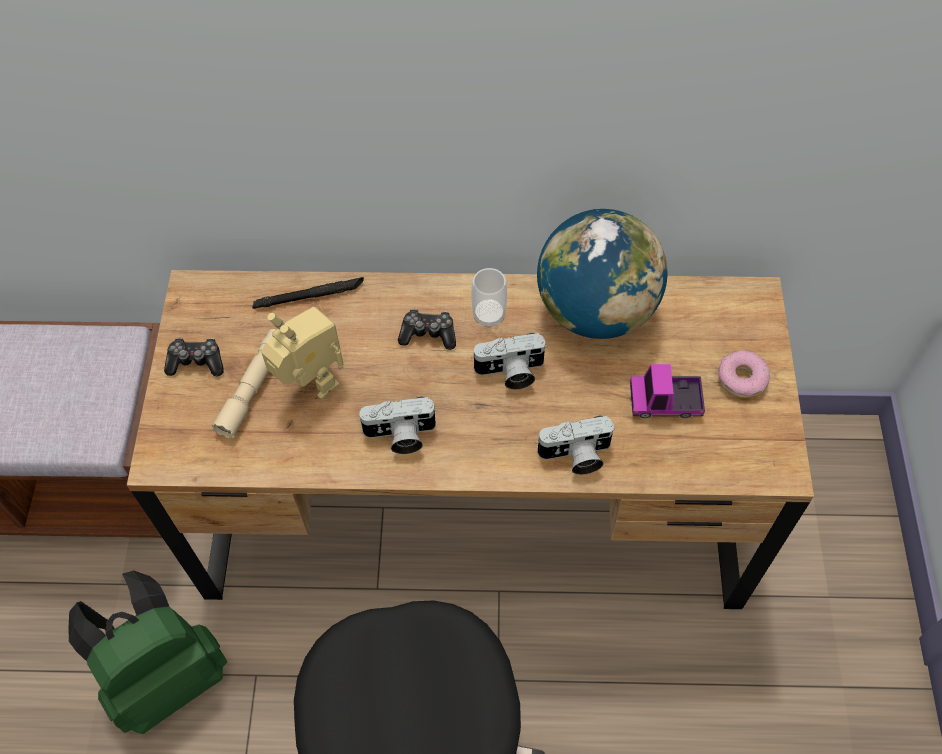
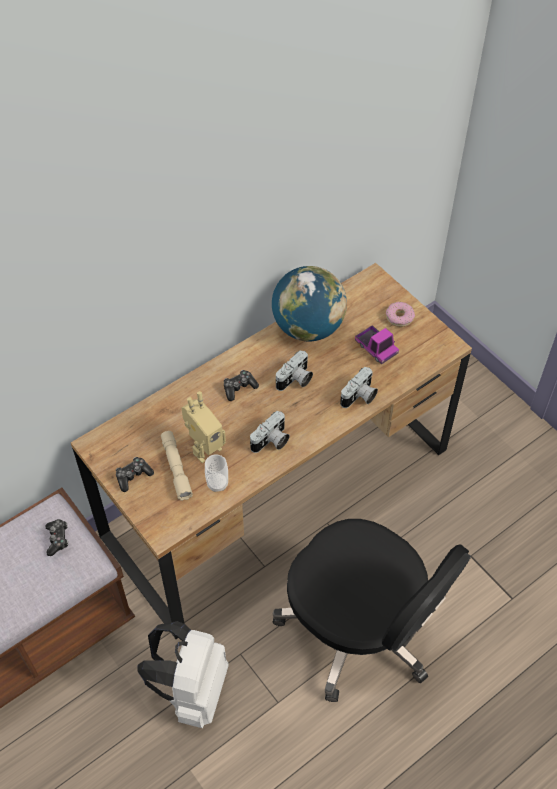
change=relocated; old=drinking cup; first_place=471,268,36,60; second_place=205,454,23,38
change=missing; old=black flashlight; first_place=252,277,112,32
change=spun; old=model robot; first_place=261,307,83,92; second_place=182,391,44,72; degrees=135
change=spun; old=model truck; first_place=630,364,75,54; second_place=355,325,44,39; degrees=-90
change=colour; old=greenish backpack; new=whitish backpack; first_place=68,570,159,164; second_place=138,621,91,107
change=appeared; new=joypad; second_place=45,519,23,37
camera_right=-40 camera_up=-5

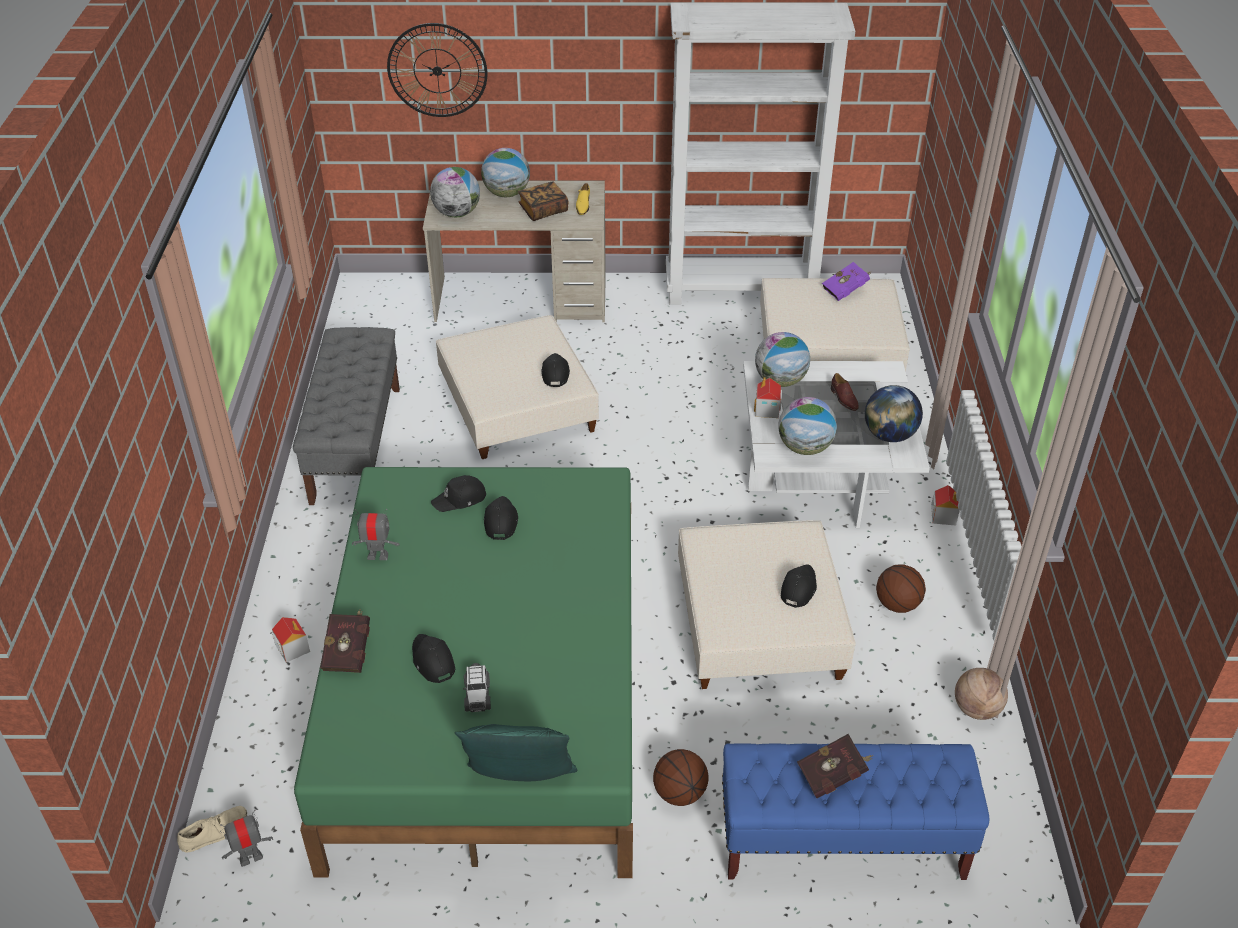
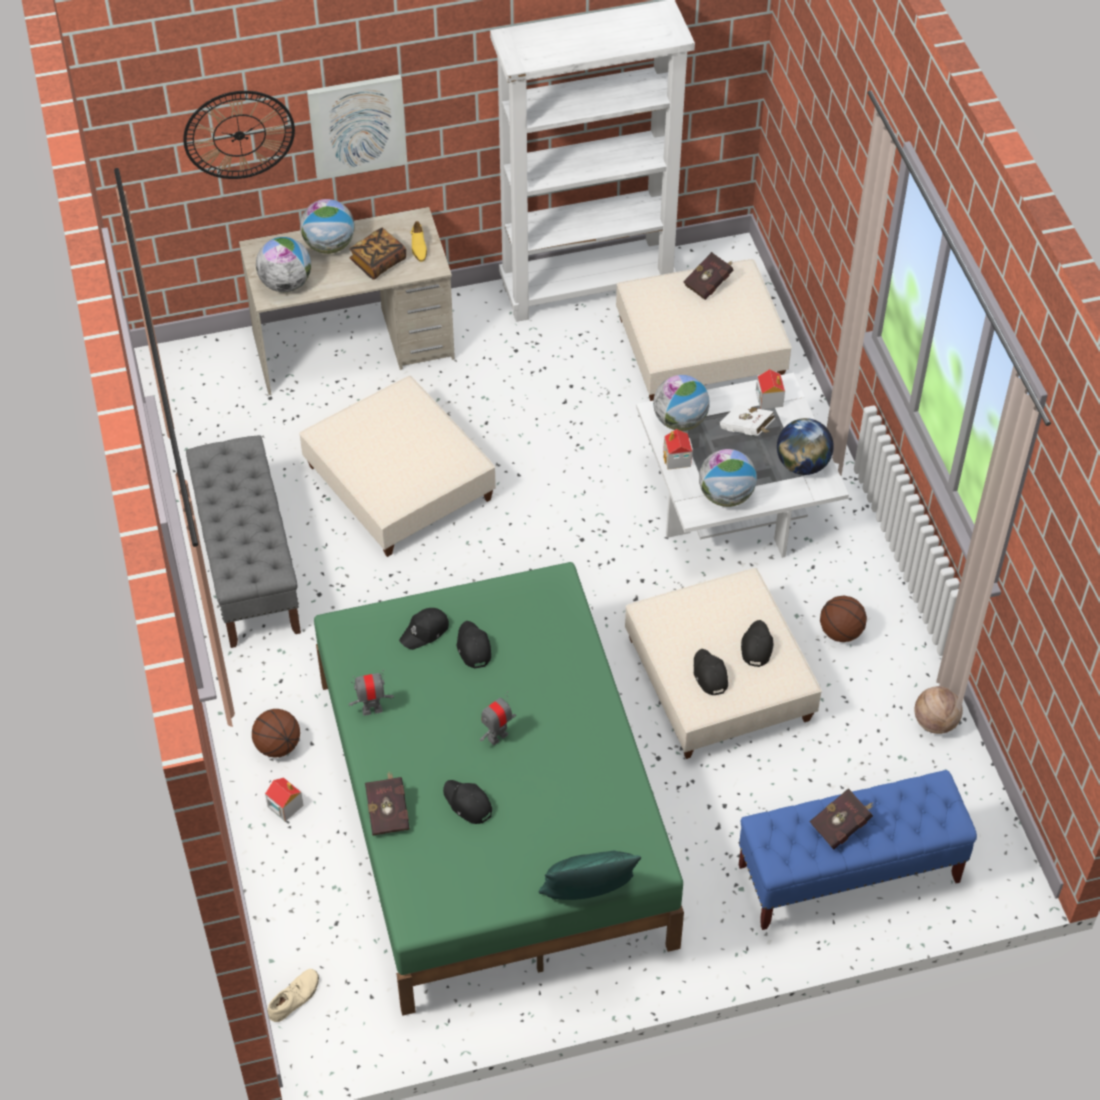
change=colour; old=purple bound book; new=red bound book; first_place=822,262,49,39; second_place=683,252,50,48
change=relocated; old=black peaked cap; first_place=541,353,29,34; second_place=694,649,34,46
change=exchanged; old=brownish low shoe; new=whitish bound book; first_place=831,373,28,38; second_place=720,405,55,31
change=relocated; old=toy house; first_place=931,485,29,41; second_place=756,369,29,40
change=missing; old=miniature car; first_place=463,663,28,49
change=relocated; old=basketball ball; first_place=653,749,56,57; second_place=252,709,48,48
change=relocated; old=model robot; first_place=221,810,52,57; second_place=480,691,36,54
change=appeared; new=wall picture; second_place=307,75,100,105
camera_right=-15 camera_up=10

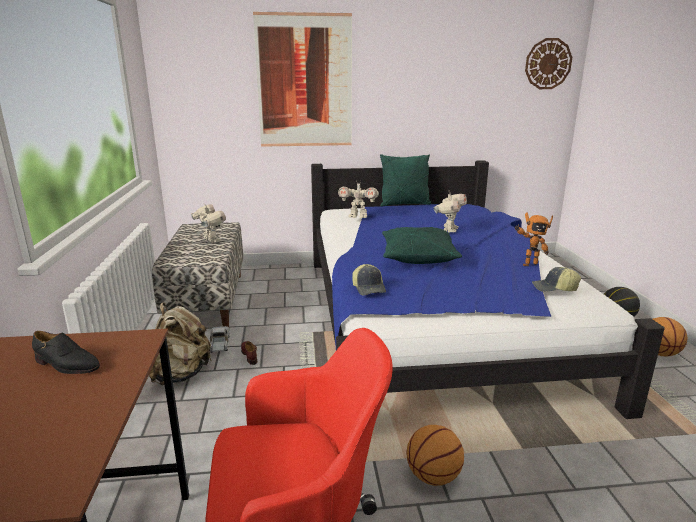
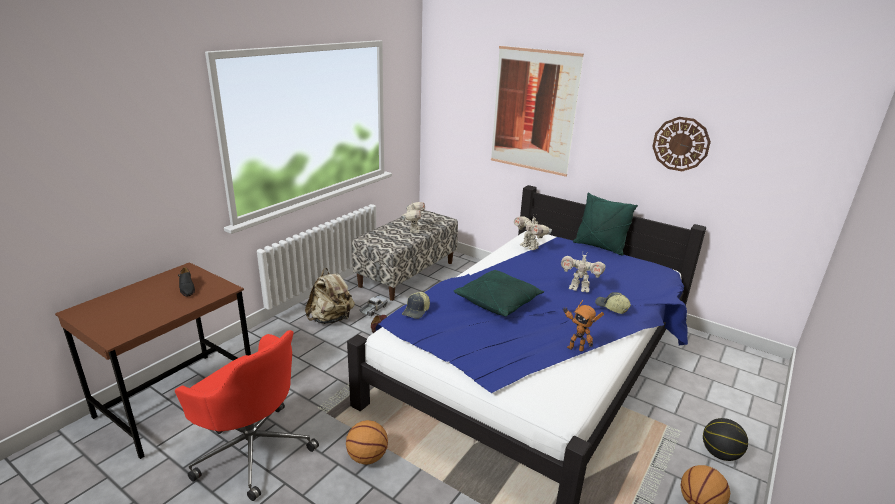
change=relocated; old=wall clock; first_place=525,38,47,51; second_place=652,117,59,54
change=spun; old=model robot; first_place=433,190,34,42; second_place=561,254,45,38; degrees=45
change=relocated; old=peaked cap; first_place=532,267,49,25; second_place=595,292,36,22
camera_right=40 camera_up=5

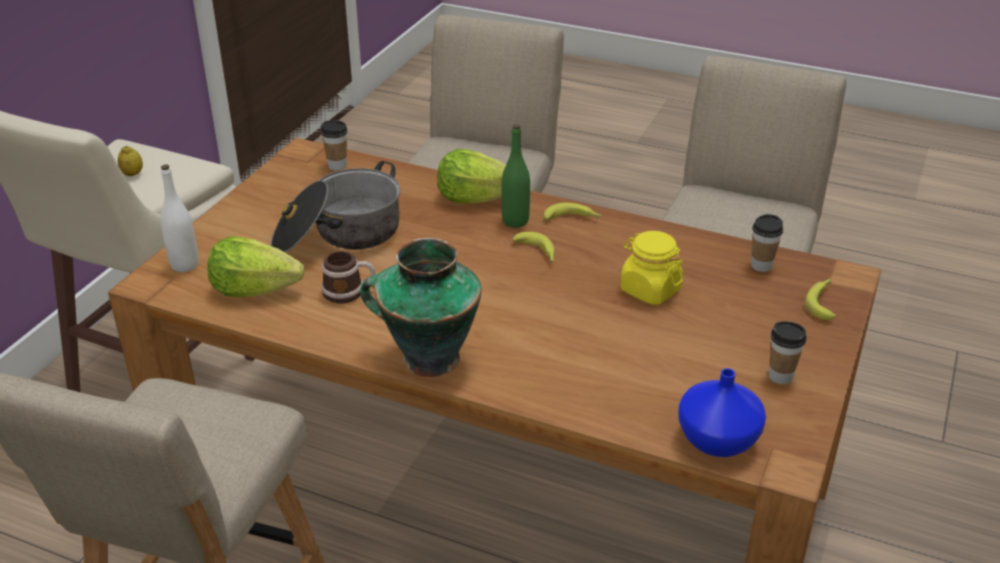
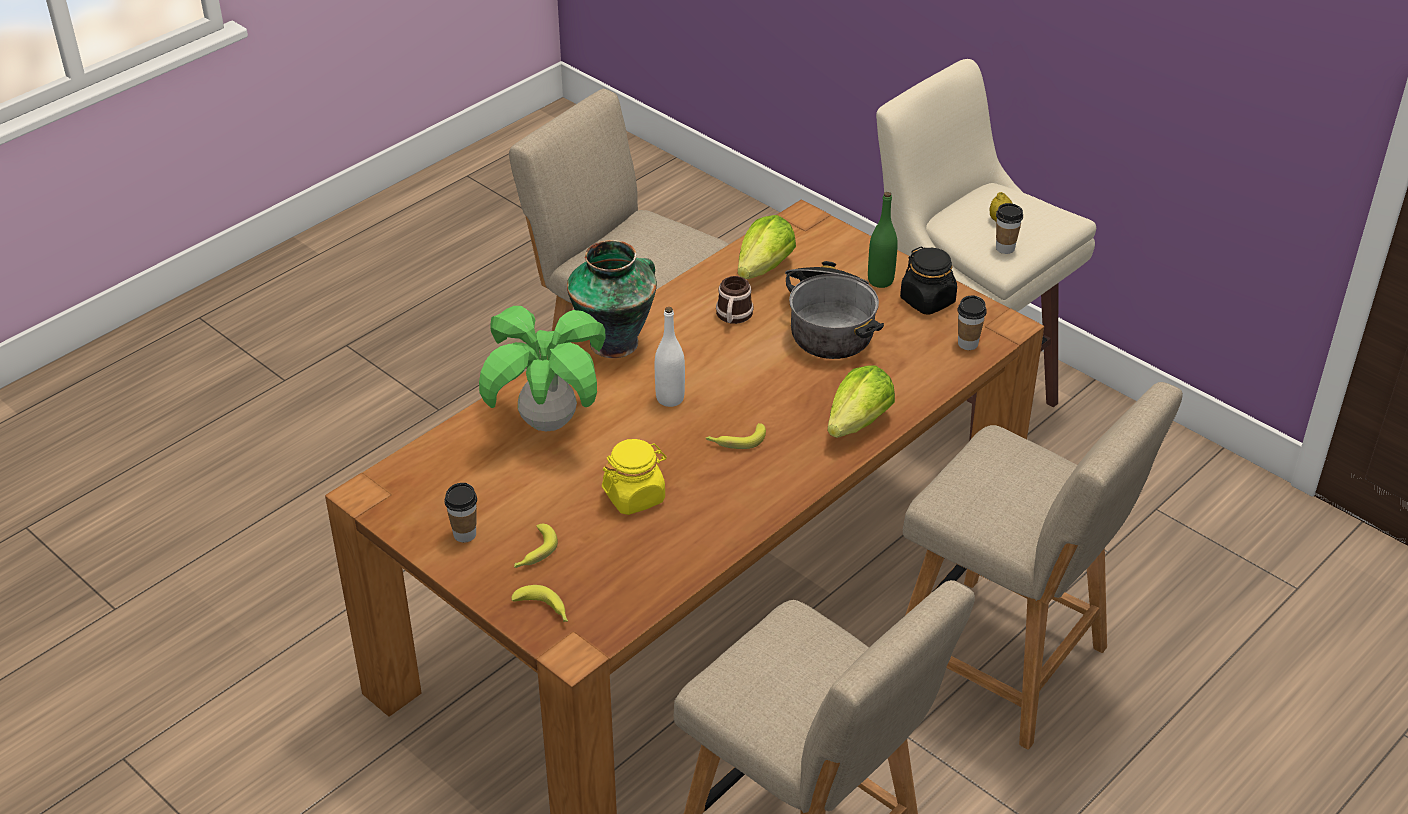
change=relocated; old=greenish drink bottle; first_place=501,124,29,104; second_place=868,192,30,96
change=relocated; old=whitish drink bottle; first_place=161,164,38,108; second_place=655,307,30,100
change=relocated; old=banana; first_place=544,203,58,17; second_place=514,524,44,44
change=relocated; old=drinking cup; first_place=751,214,32,58; second_place=996,203,27,51
change=missing; old=blue-coloured flower vase; first_place=678,368,88,89
change=appeared; new=black jar; second_place=900,246,57,69
change=appeared; new=potted plant; second_place=479,306,127,125
camera_right=110 camera_up=5

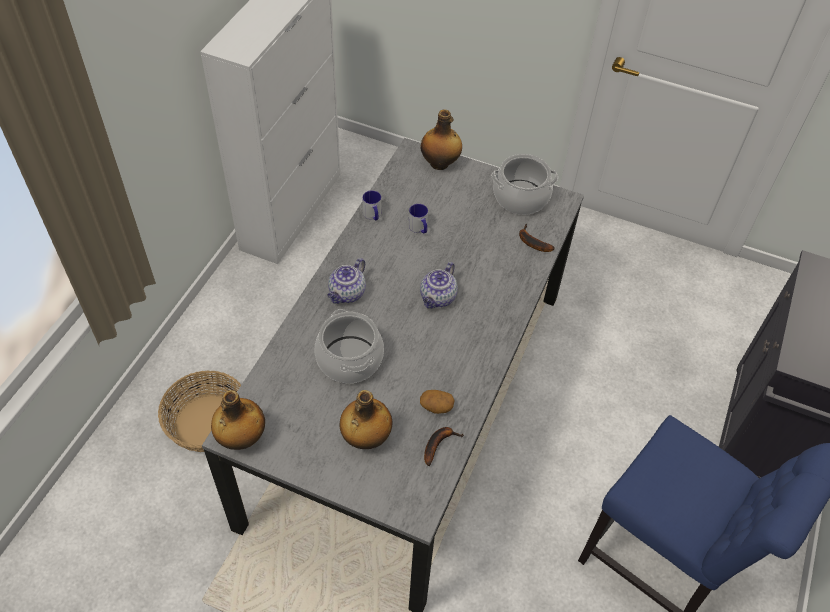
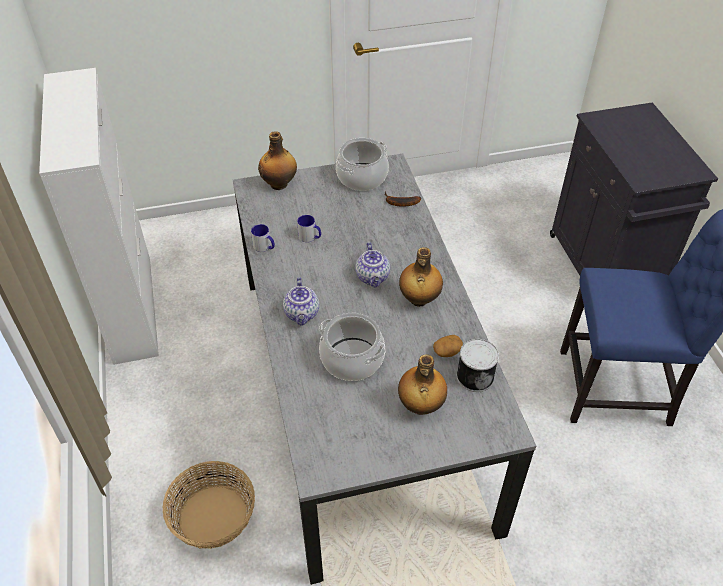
change=relocated; old=drink bottle; first_place=211,390,54,60; second_place=399,247,44,60
change=exchanged; old=banana; new=metal can; first_place=424,427,40,39; second_place=457,339,42,53
camera_right=-35 camera_up=-5

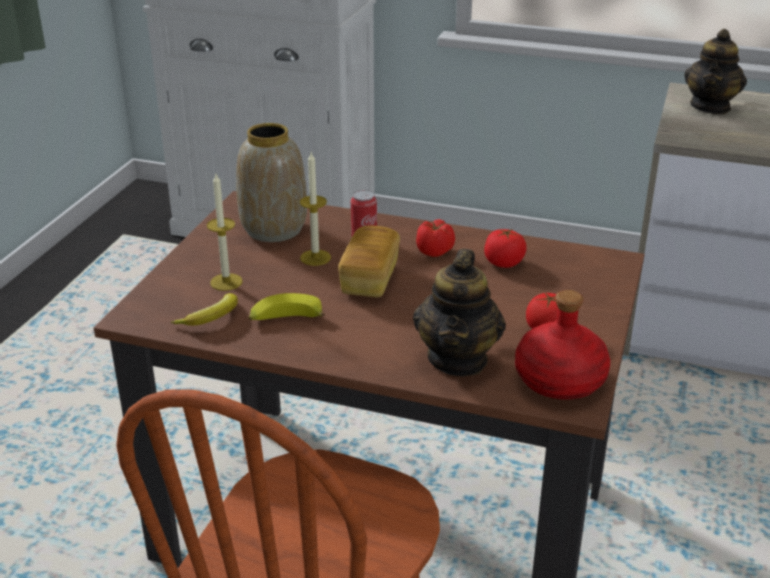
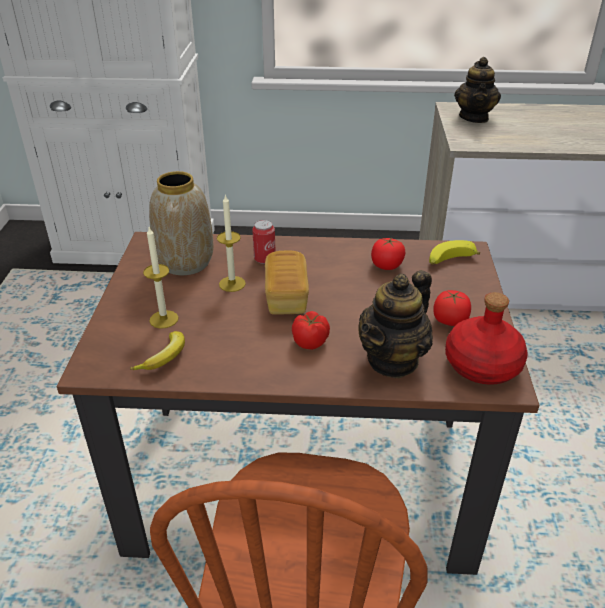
change=relocated; old=whole tomato; first_place=416,219,39,38; second_place=292,311,38,39
change=spun; old=teapot; first_place=413,249,93,128; second_place=358,270,75,108; degrees=45
change=relocated; old=banana; first_place=249,293,76,27; second_place=429,240,51,24
camera_right=-15 camera_up=5

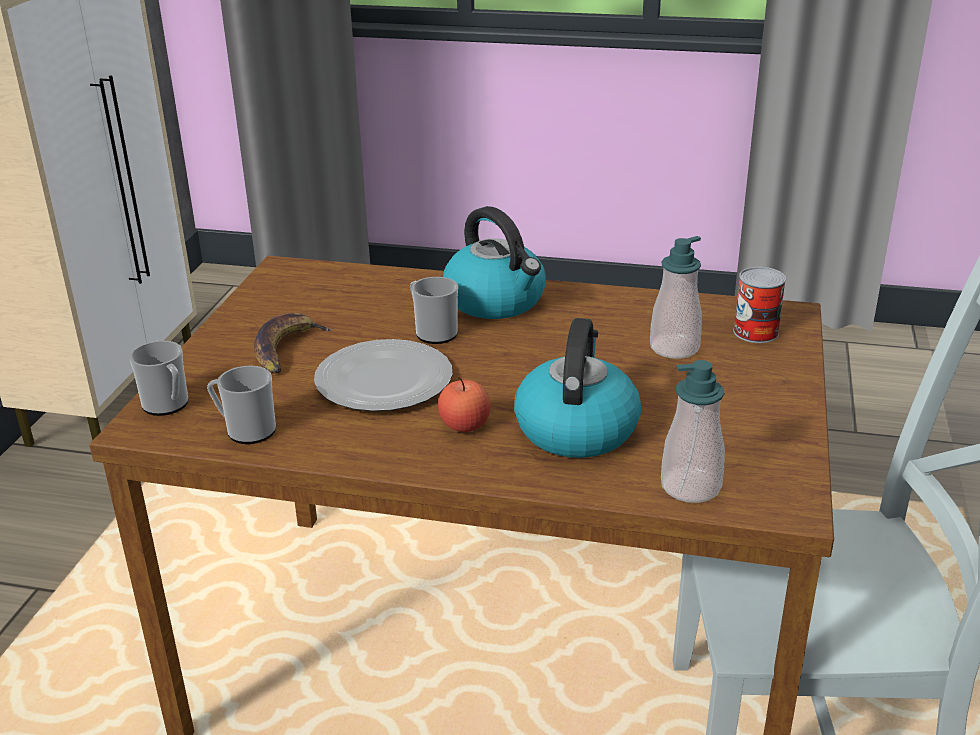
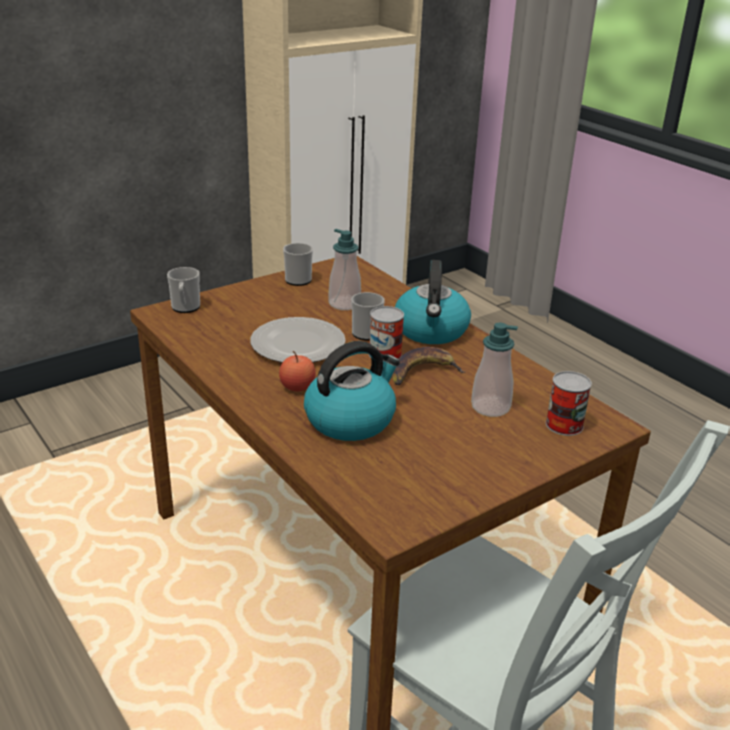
change=relocated; old=banana; first_place=254,313,80,60; second_place=392,347,73,38
change=relocated; old=soap bottle; first_place=661,360,64,143; second_place=328,229,33,81
change=relocated; old=coffee mug; first_place=207,366,69,78; second_place=283,243,30,43
change=appeared; new=metal can; second_place=369,306,35,55
camera_right=40 camera_up=0

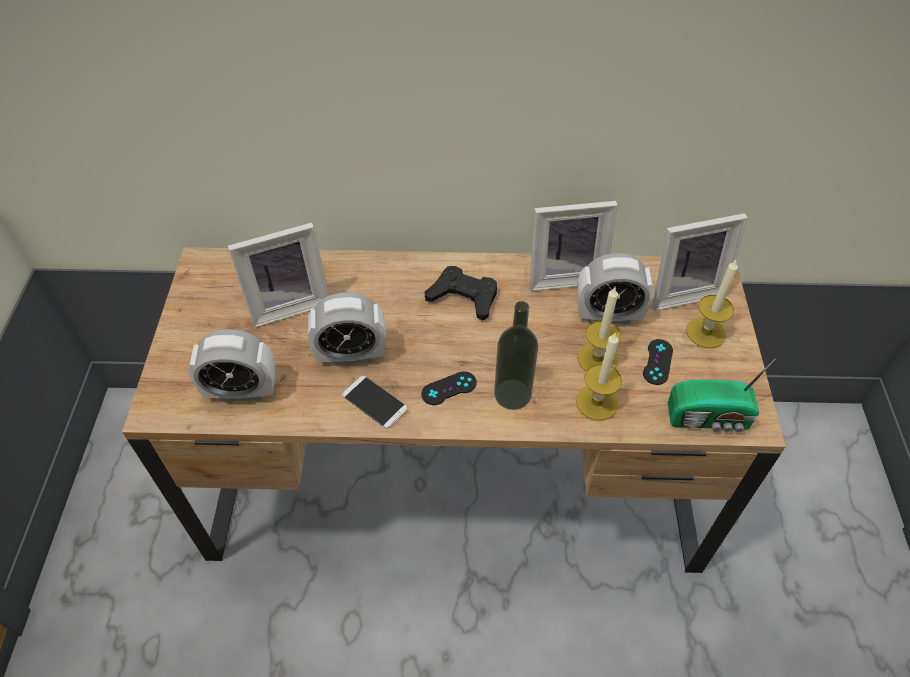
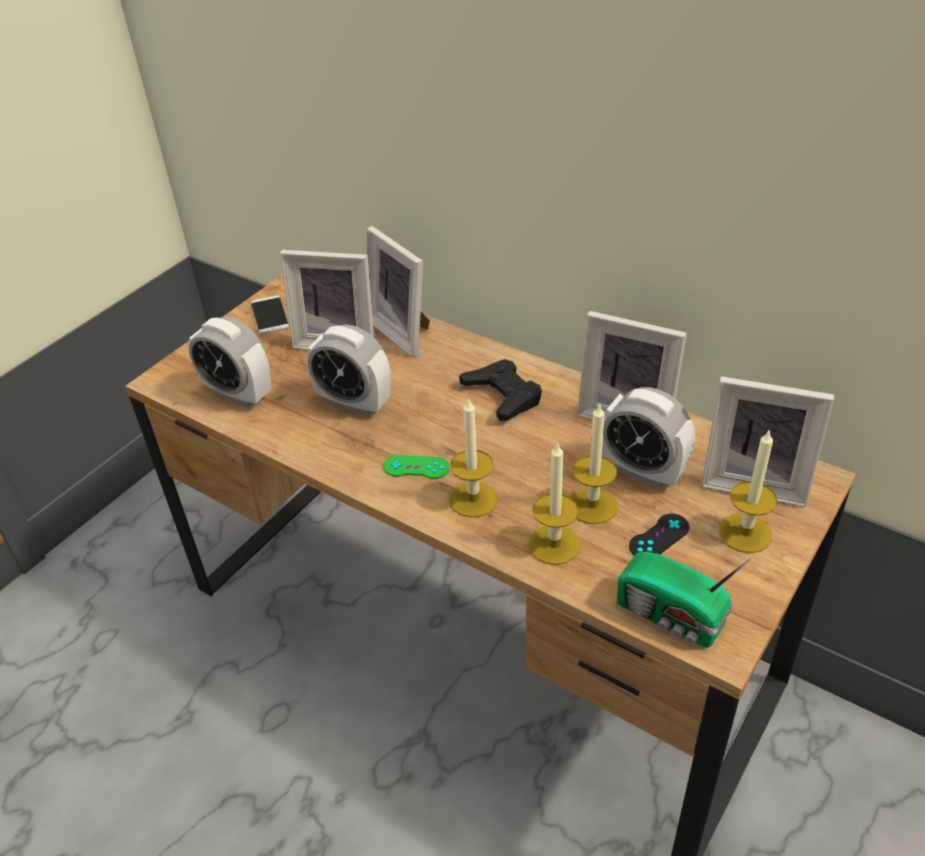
change=exchanged; old=drink bottle; new=candle; first_place=494,301,44,109; second_place=449,398,49,119
change=colour; old=black joypad; new=greenish joypad; first_place=421,371,56,34; second_place=383,455,67,24
change=relocated; old=telephone; first_place=342,376,66,52; second_place=251,296,38,38
change=appeared; new=standing frame; second_place=367,226,63,131
camera_right=35 camera_up=-10

